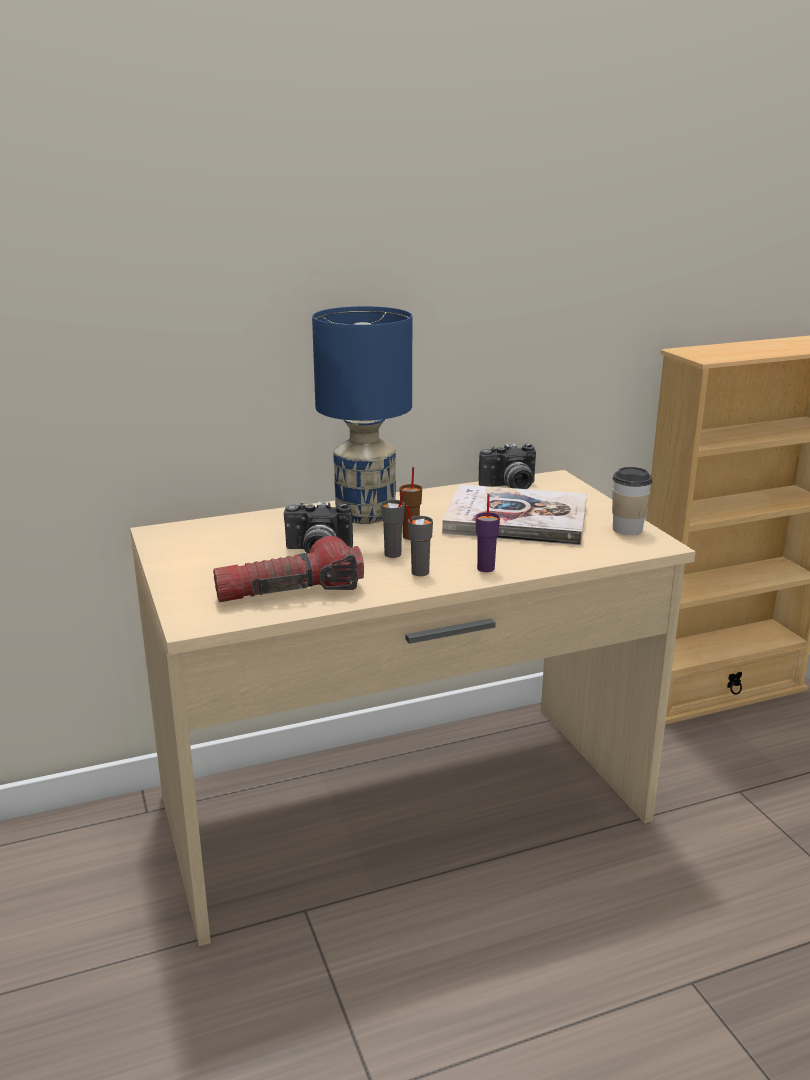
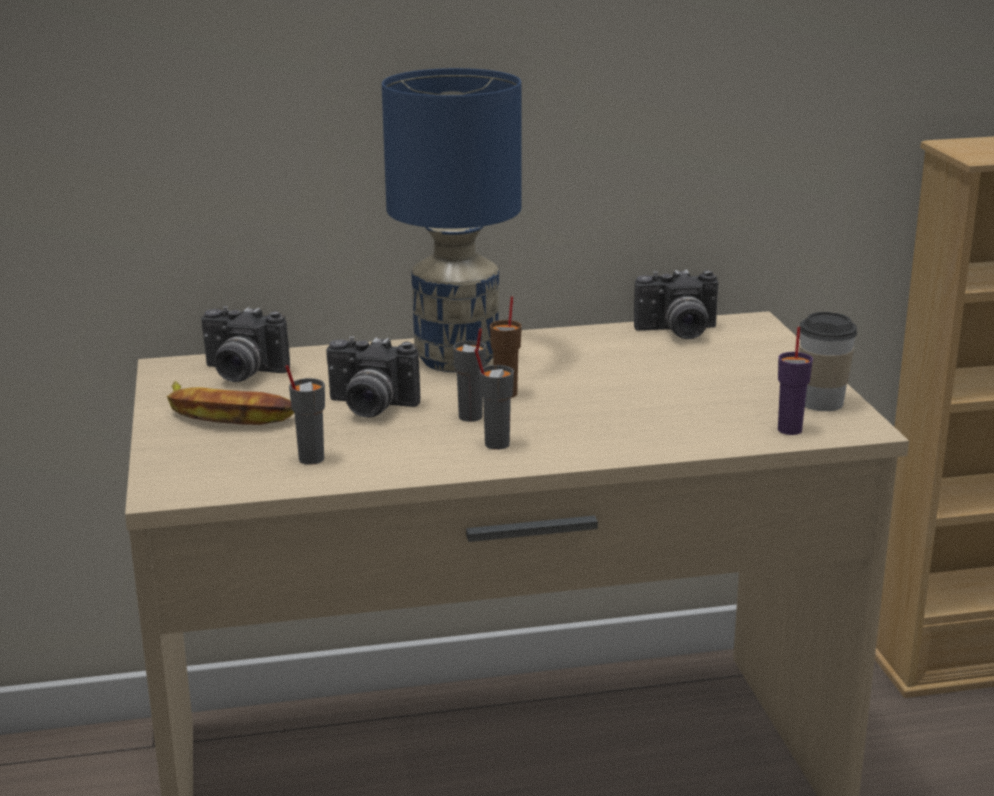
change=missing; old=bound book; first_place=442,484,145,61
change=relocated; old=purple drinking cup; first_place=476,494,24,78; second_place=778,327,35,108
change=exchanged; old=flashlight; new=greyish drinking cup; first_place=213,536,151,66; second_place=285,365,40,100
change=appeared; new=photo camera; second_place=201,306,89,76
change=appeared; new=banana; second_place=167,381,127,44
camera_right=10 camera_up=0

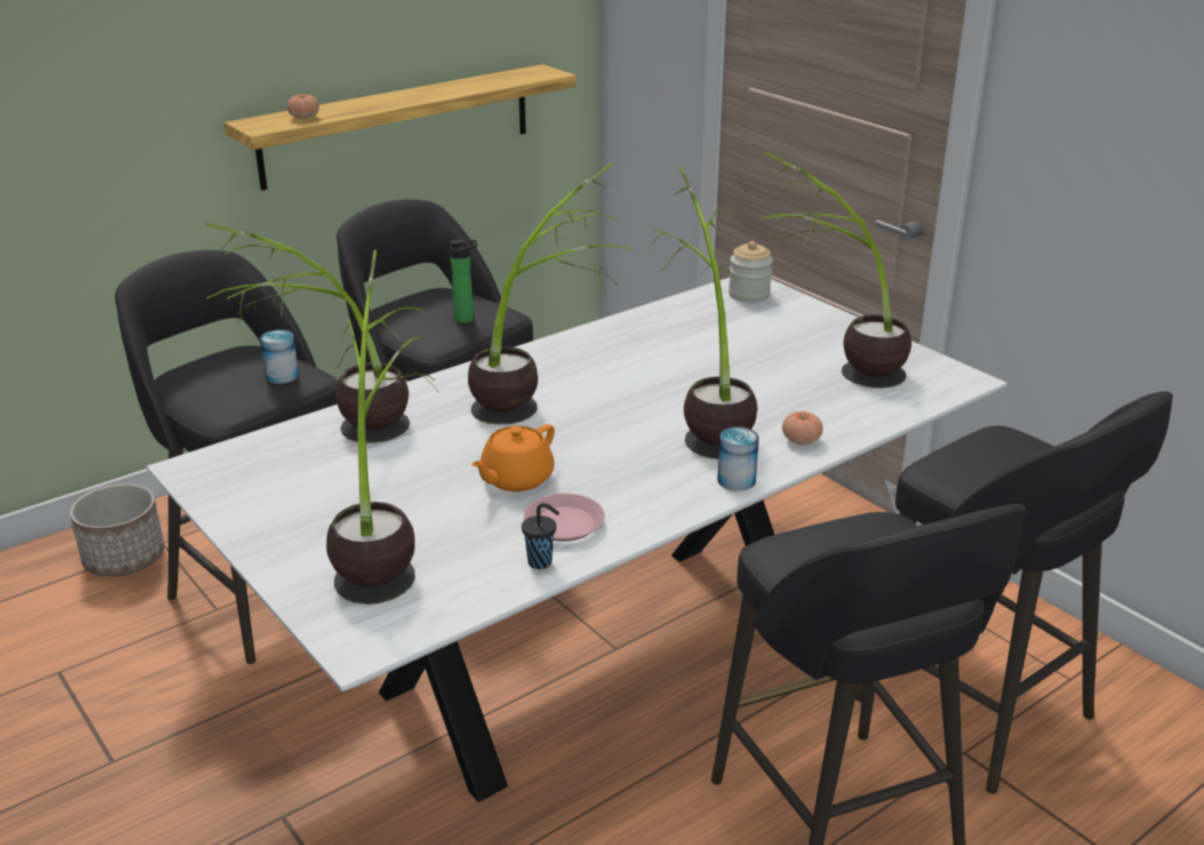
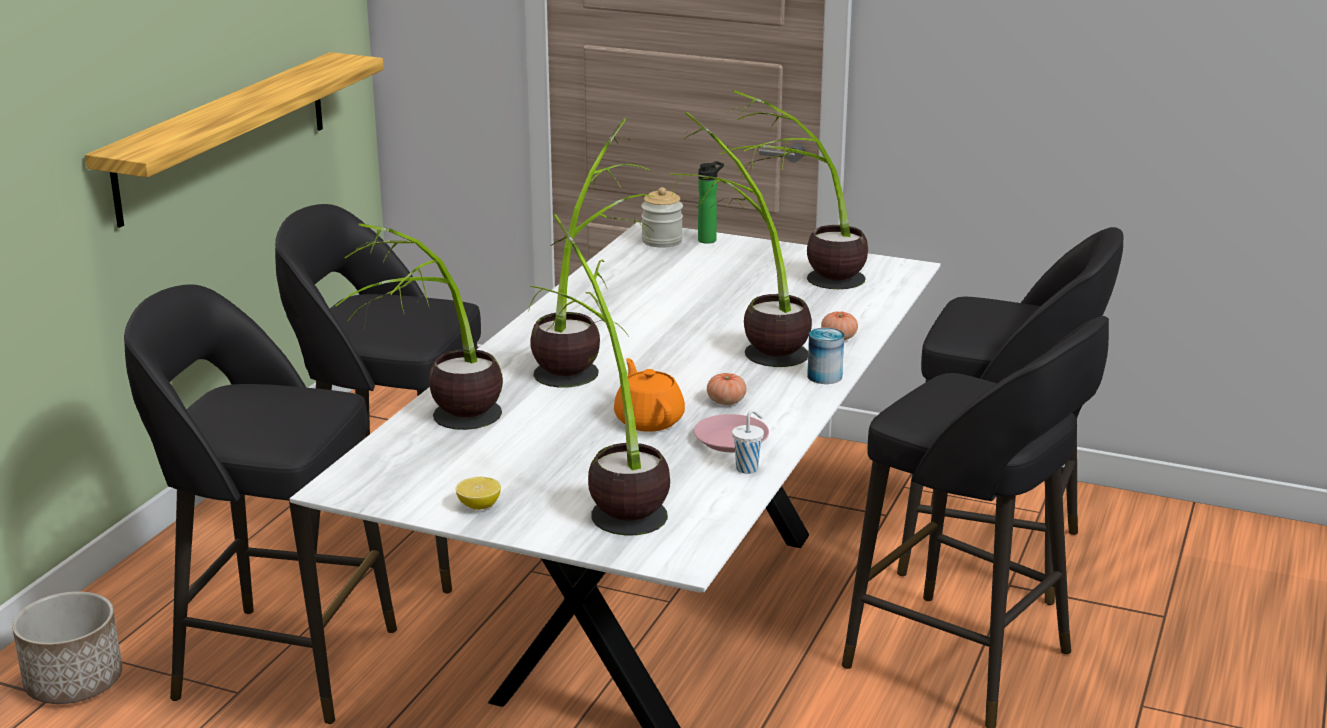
change=relocated; old=whole tomato; first_place=287,94,32,25; second_place=707,373,39,32
change=relocated; old=drink bottle; first_place=449,240,29,83; second_place=698,161,26,83
change=missing; old=metal can; first_place=260,330,39,54
change=spun; old=orangey teapot; first_place=471,424,84,68; second_place=614,358,71,74; degrees=150
change=colour; old=black drinking cup; new=whitish drinking cup; first_place=521,503,38,66; second_place=732,409,32,65
change=appeared; new=citrus fruit; second_place=456,477,45,33
camera_right=-30 camera_up=-5

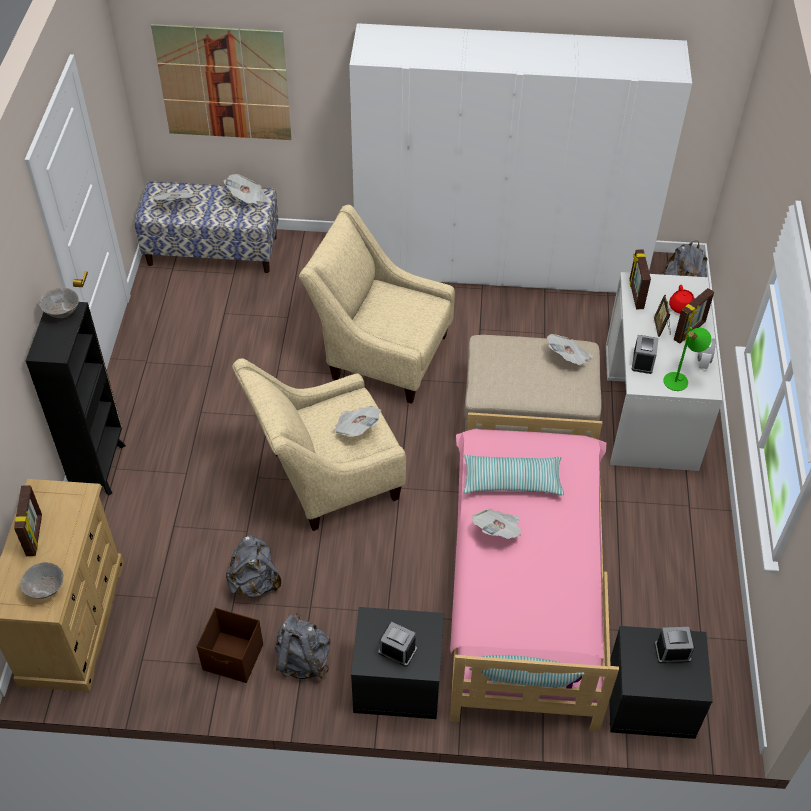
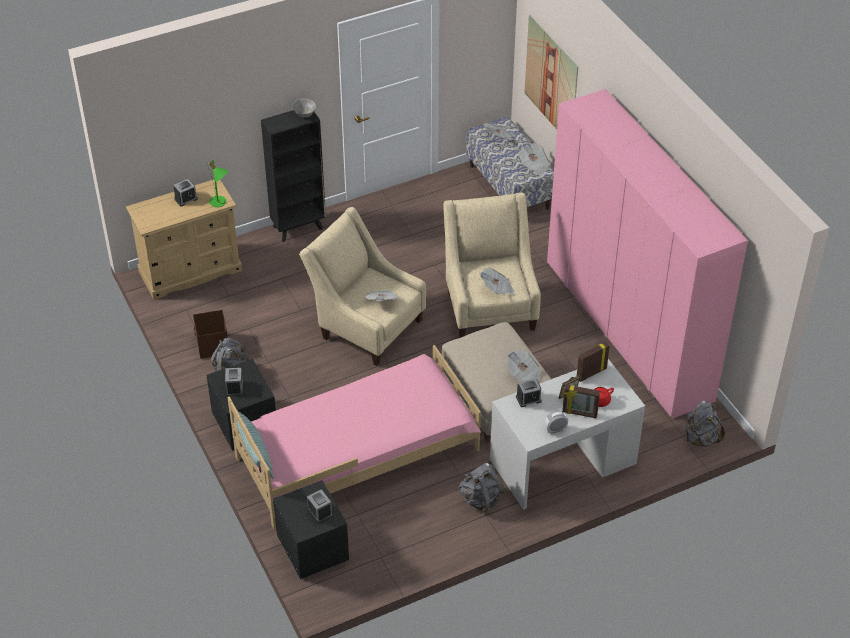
change=colour; old=whitish clothes cupboard; new=pink clothes cupboard; first_place=349,23,343,270; second_place=547,89,201,329
change=relocated; old=greenish lamp for a table; first_place=663,327,49,64; second_place=207,159,21,48
change=missing; old=cushion; first_place=463,455,101,40
change=exchanged; old=standing frame; new=table clock; first_place=14,485,28,71; second_place=174,179,24,28
change=relocated; old=daily paper; first_place=472,508,50,31; second_place=480,268,35,27
change=relocated; old=greyish backpack; first_place=226,535,55,63; second_place=458,463,47,50
change=missing; old=greyish deep dish; first_place=20,562,44,37
camera_right=60 camera_up=-5

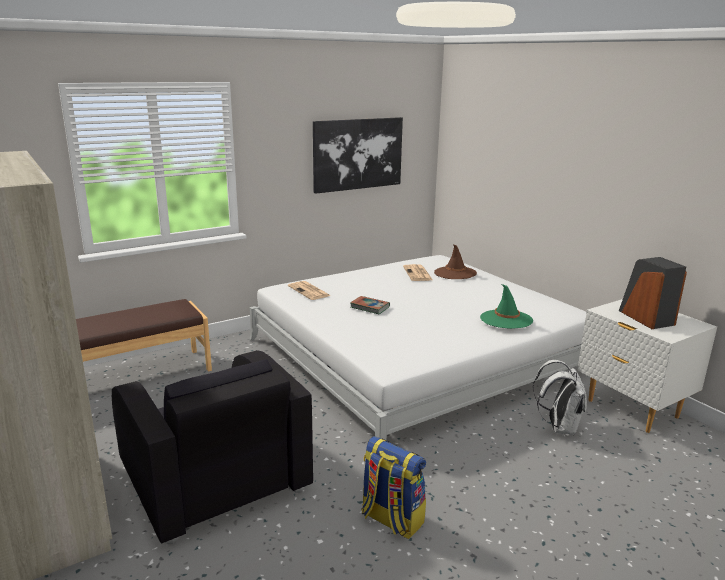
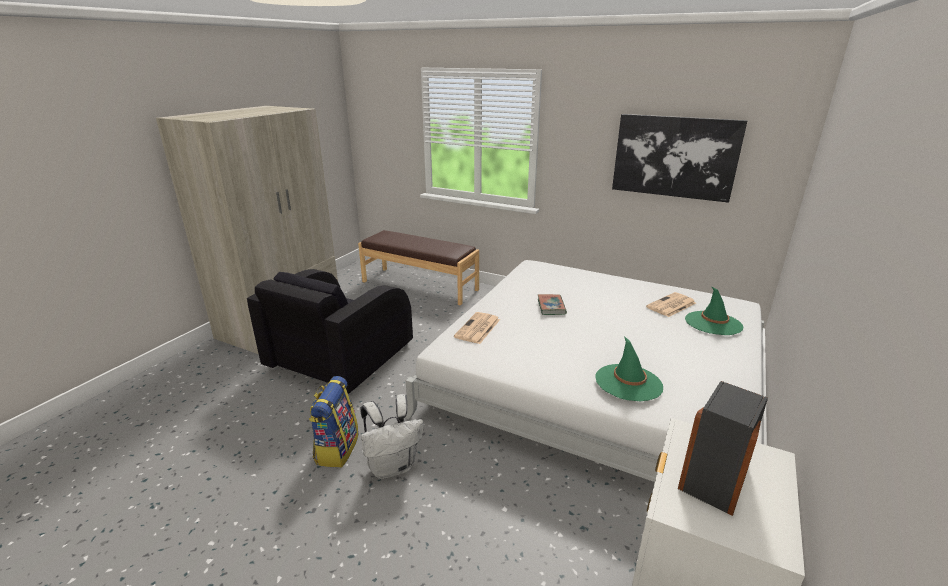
change=colour; old=brownish clothing hat; new=greenish clothing hat; first_place=434,245,43,34; second_place=685,286,58,49
change=relocated; old=daily paper; first_place=288,281,43,19; second_place=454,312,46,32
change=relocated; old=whitish backpack; first_place=533,360,54,75; second_place=360,394,64,85
camera_right=60 camera_up=5

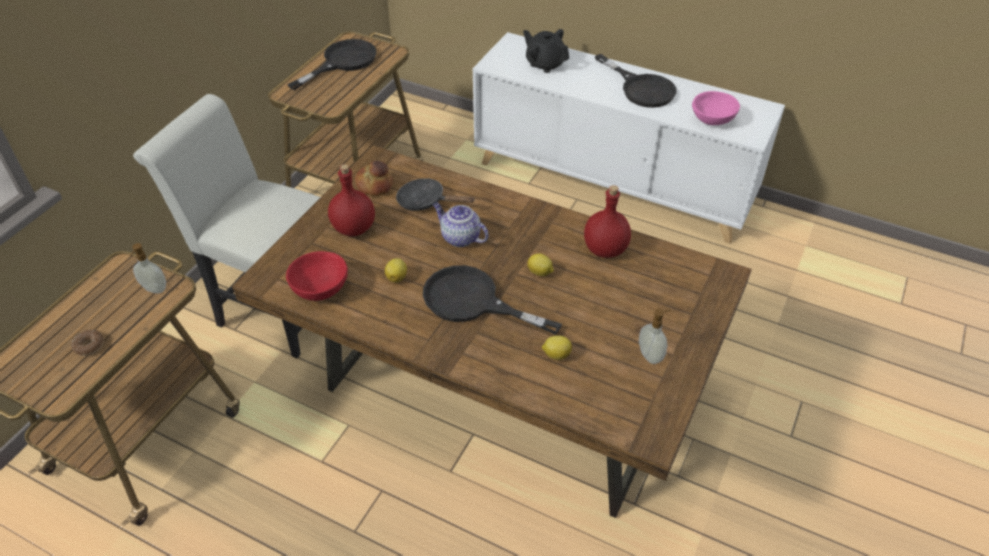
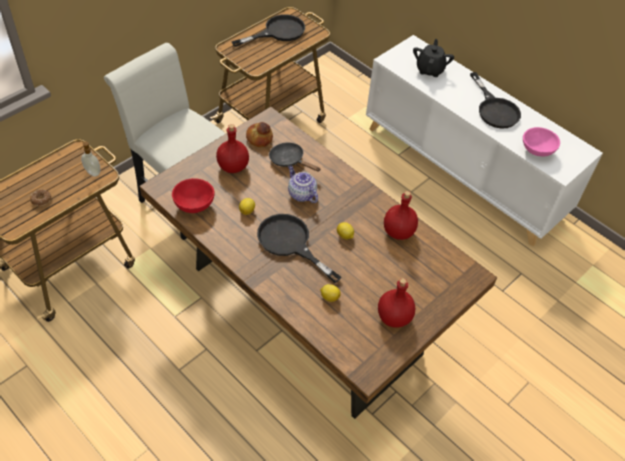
change=spun; old=black teapot; first_place=523,29,46,44; second_place=413,39,41,38; degrees=45
change=exchanged; old=soap bottle; new=red drink bottle; first_place=639,309,31,55; second_place=378,278,37,50
camera_right=15 camera_up=5

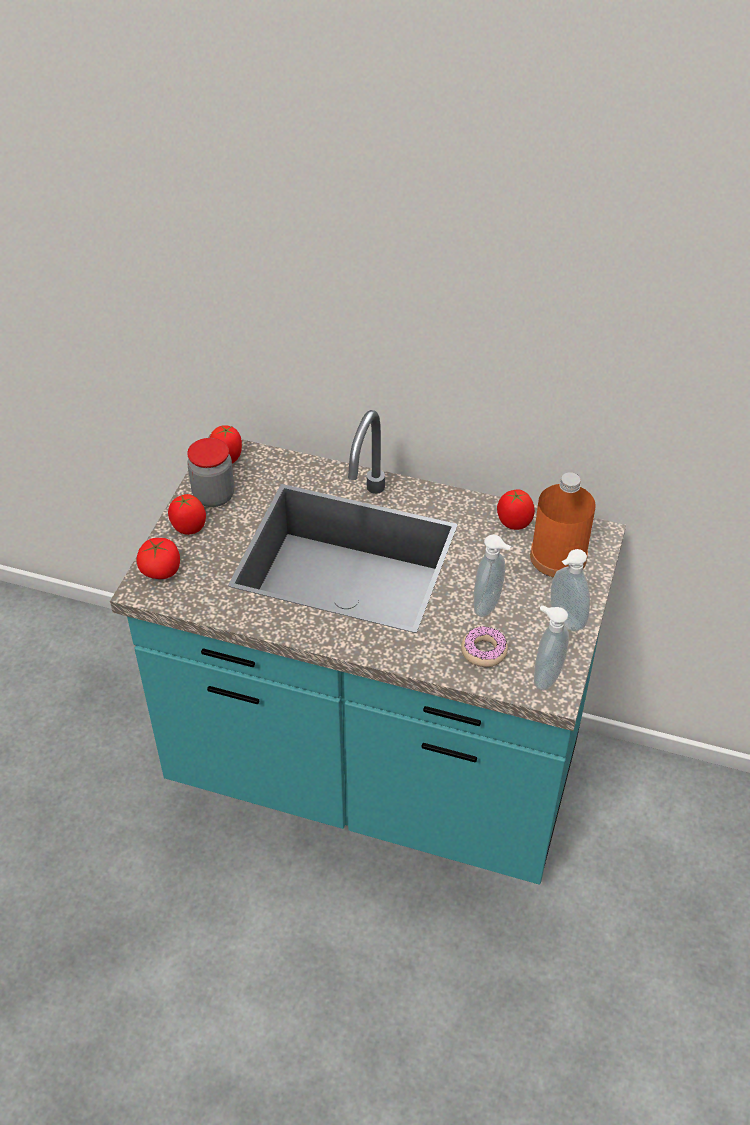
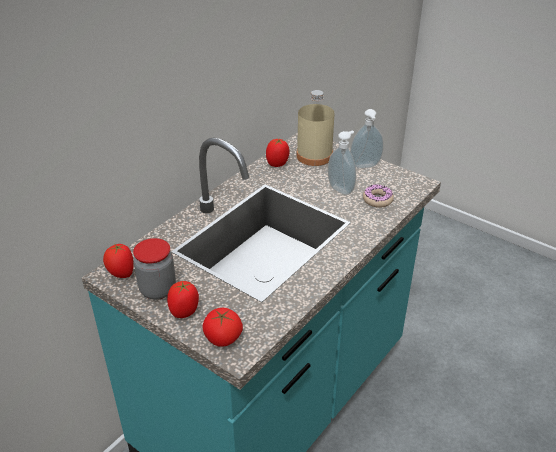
change=colour; old=orangey drink bottle; new=beige-coloured drink bottle; first_place=530,472,66,105; second_place=296,90,39,76
change=missing; old=soap bottle; first_place=534,605,35,85
camera_right=-70 camera_up=-10

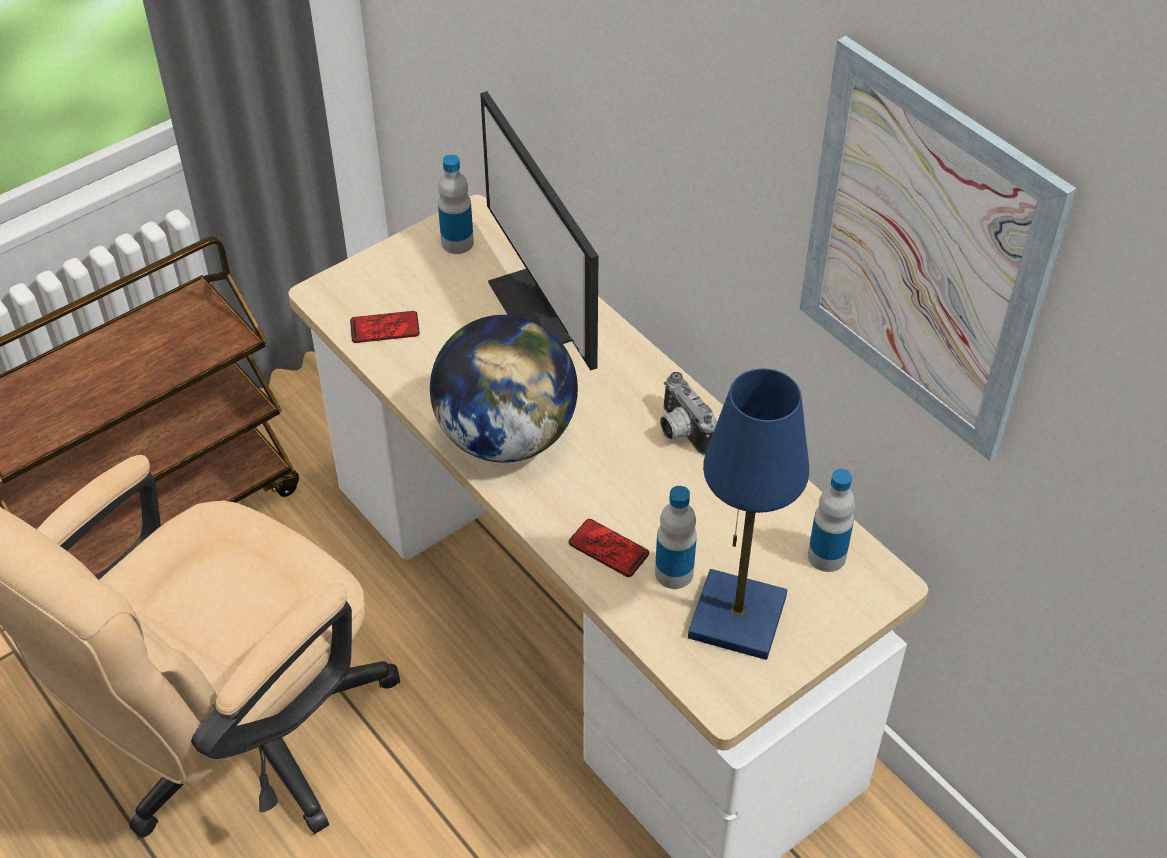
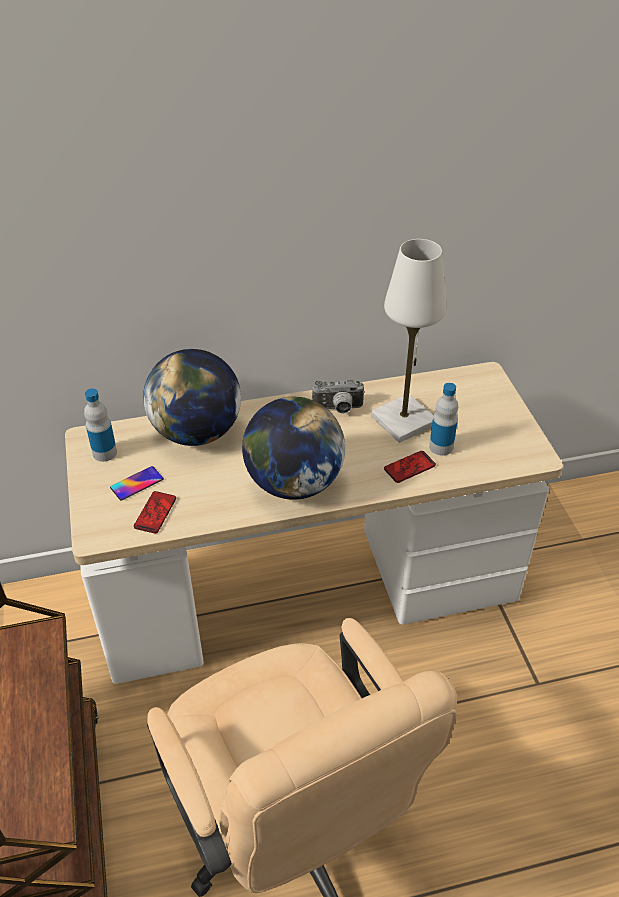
change=missing; old=wall picture; first_place=800,36,277,425
change=exchanged; old=computer screen; new=world globe; first_place=480,91,118,280; second_place=143,349,98,97
change=missing; old=blue-coloured lamp for a table; first_place=688,368,121,292
change=missing; old=drink bottle; first_place=808,469,47,103
change=appeared; new=whitish lamp for a table; second_place=371,239,76,204
change=appeared; new=telephone; second_place=110,466,54,35
camera_right=-65 camera_up=-5

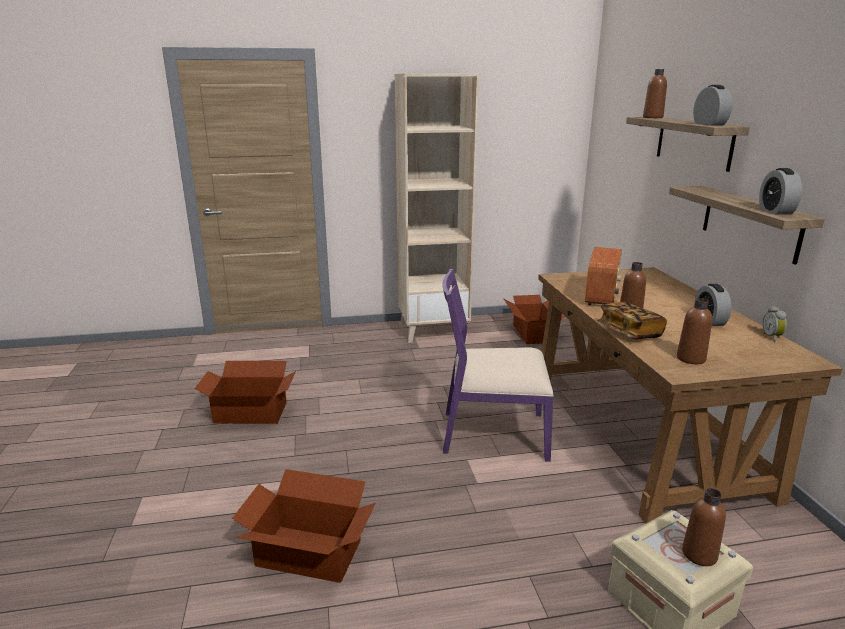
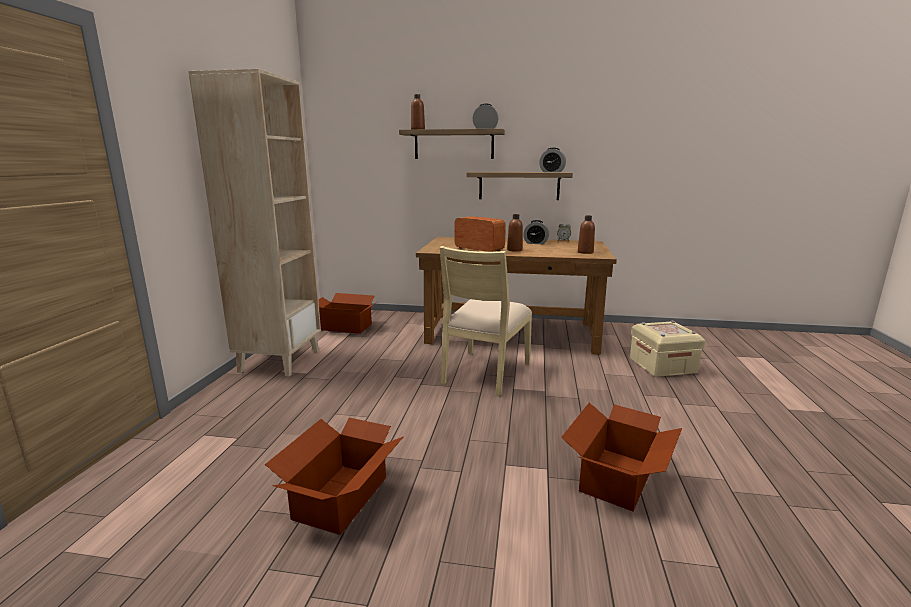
change=colour; old=purple plain chair; new=beige-coloured plain chair; first_place=442,269,112,193; second_place=440,246,92,150
change=missing; old=bound book; first_place=598,302,69,37
change=missing; old=brownish drink bottle; first_place=682,488,44,78
camera_right=-70 camera_up=-5

